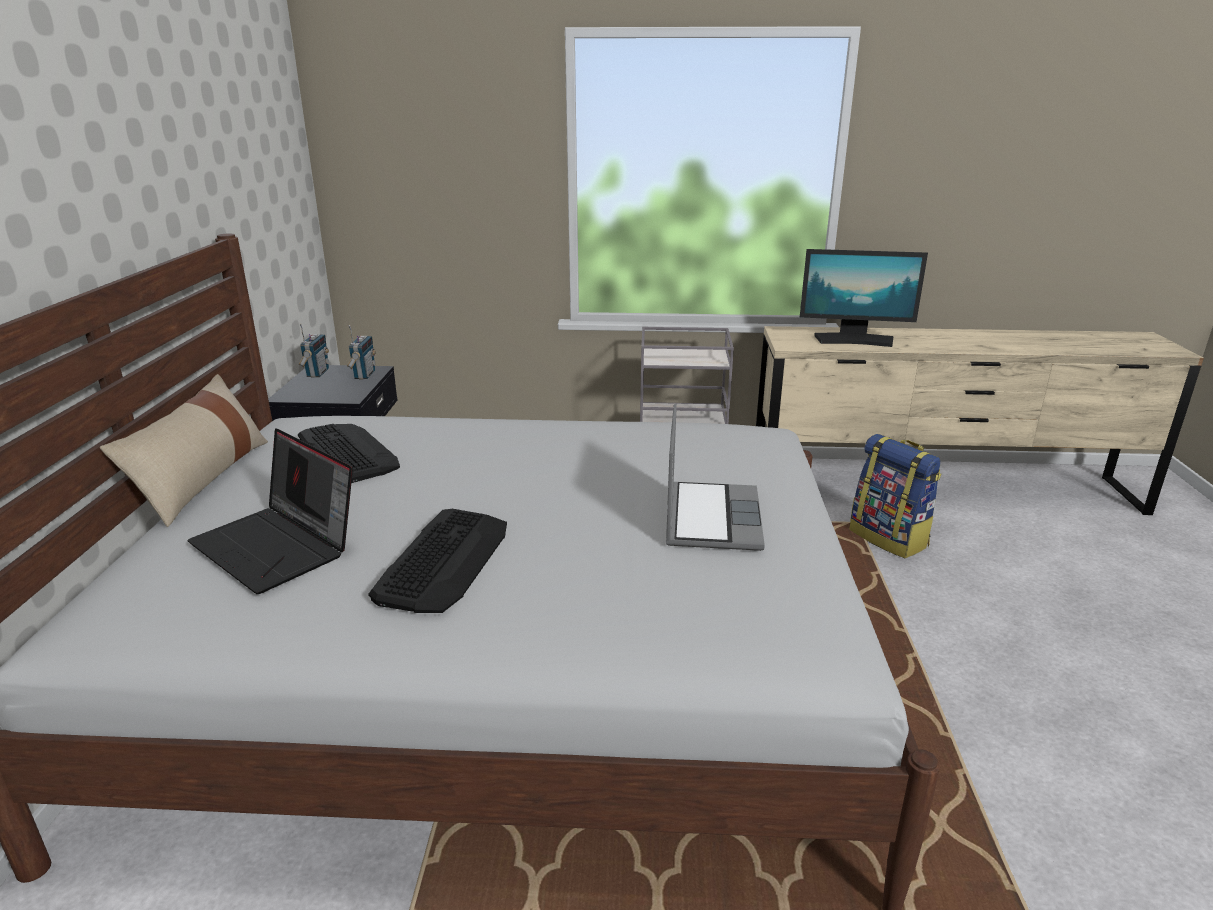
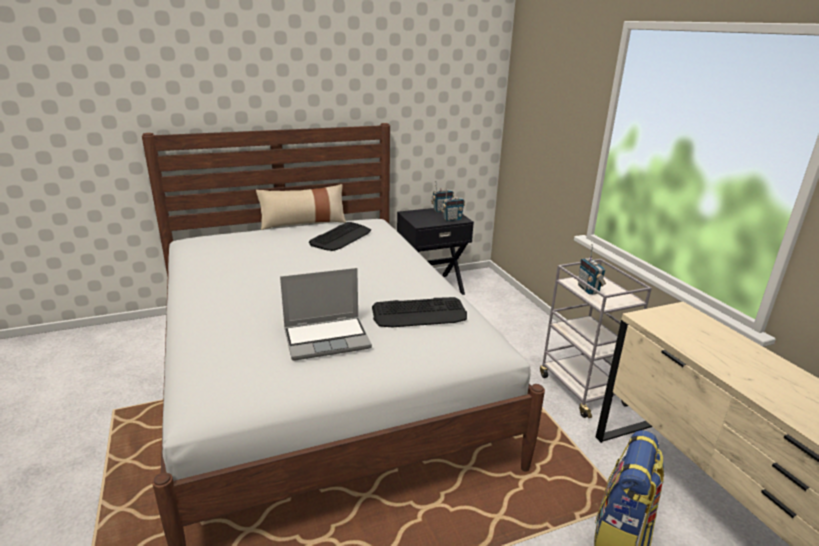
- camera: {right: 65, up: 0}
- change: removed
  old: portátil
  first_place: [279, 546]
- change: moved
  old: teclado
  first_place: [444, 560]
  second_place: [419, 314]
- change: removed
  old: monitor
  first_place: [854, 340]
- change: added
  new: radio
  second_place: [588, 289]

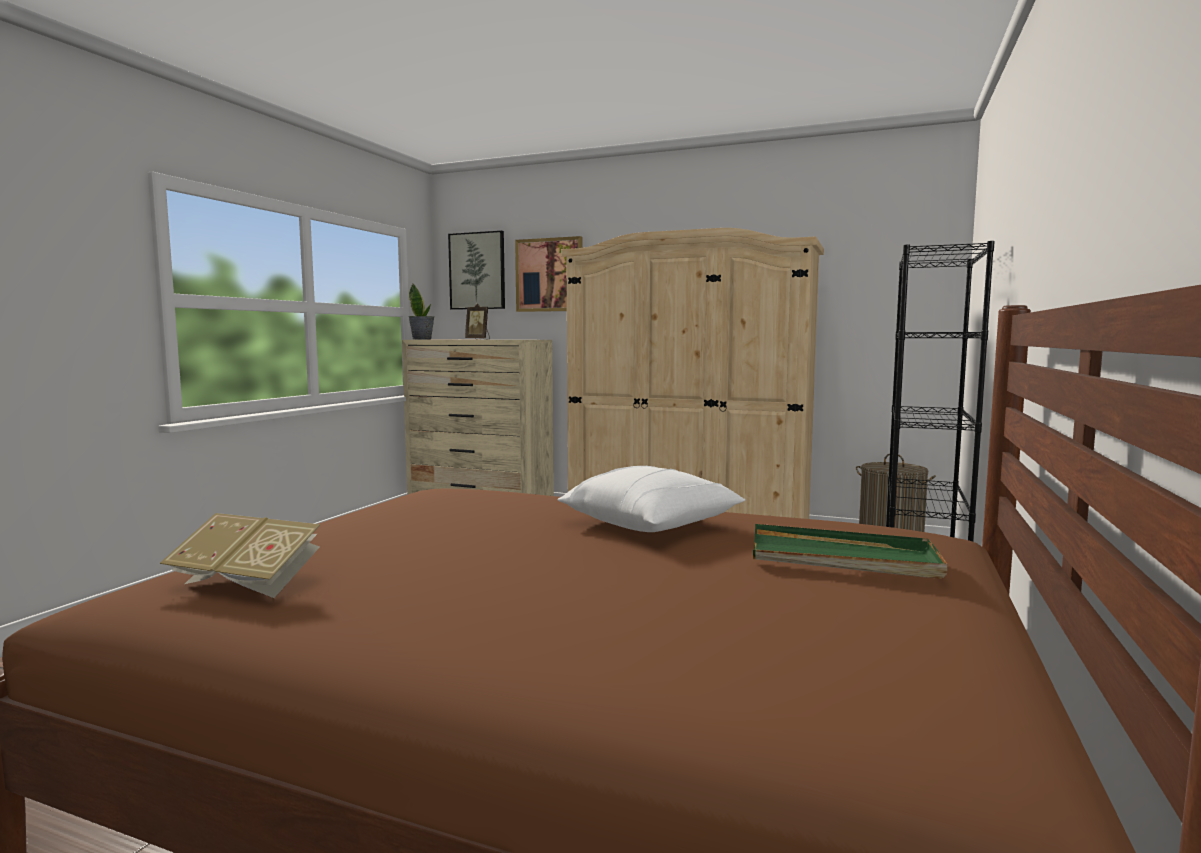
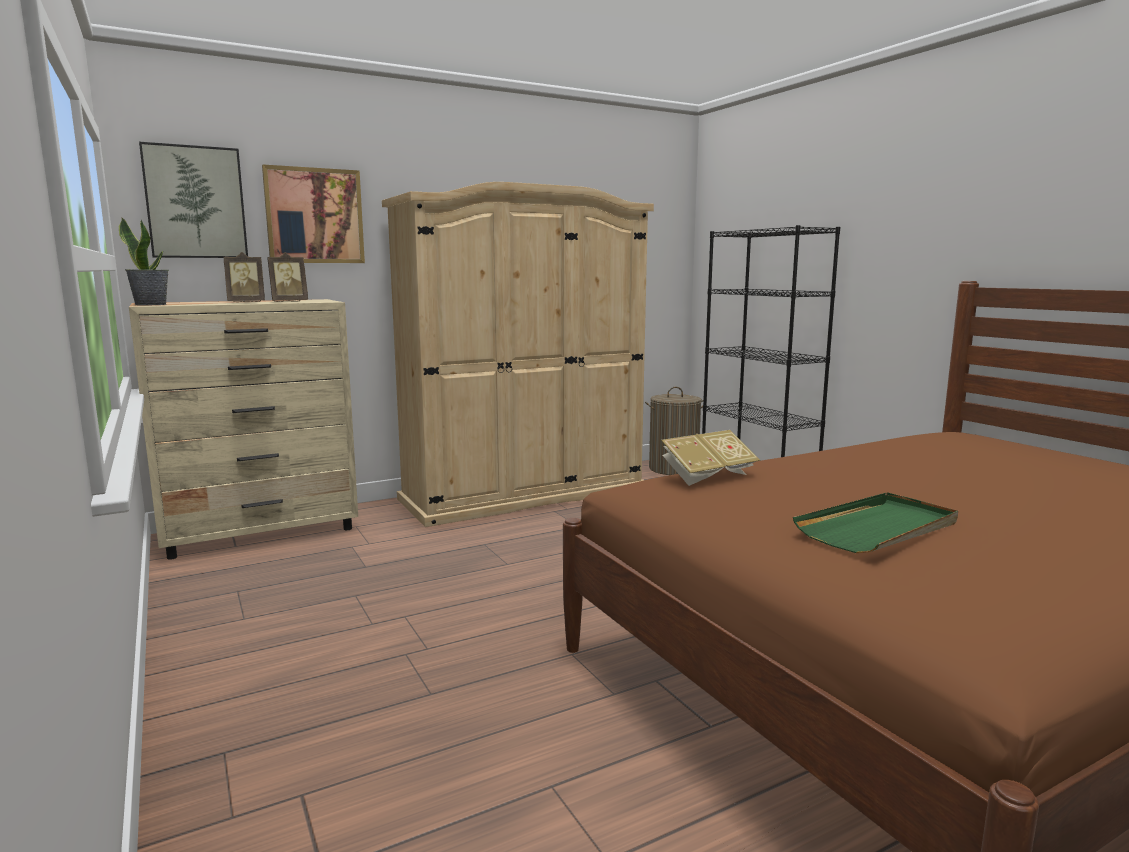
- camera: {right: -50, up: 5}
- change: moved
  old: libro
  first_place: [247, 583]
  second_place: [707, 476]
- change: removed
  old: cojín/blanco
  first_place: [651, 524]
- change: moved
  old: bandeja/verde
  first_place: [843, 558]
  second_place: [879, 528]
- change: added
  new: portarretratos
  second_place: [289, 302]

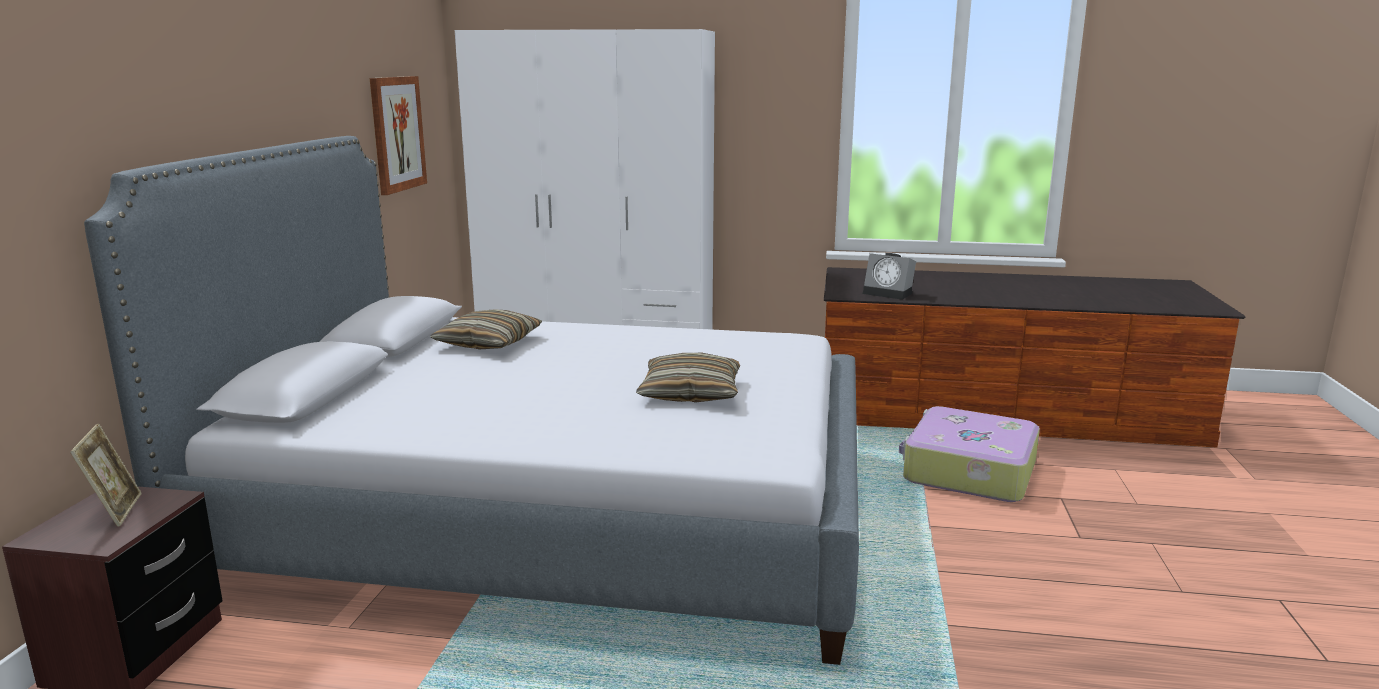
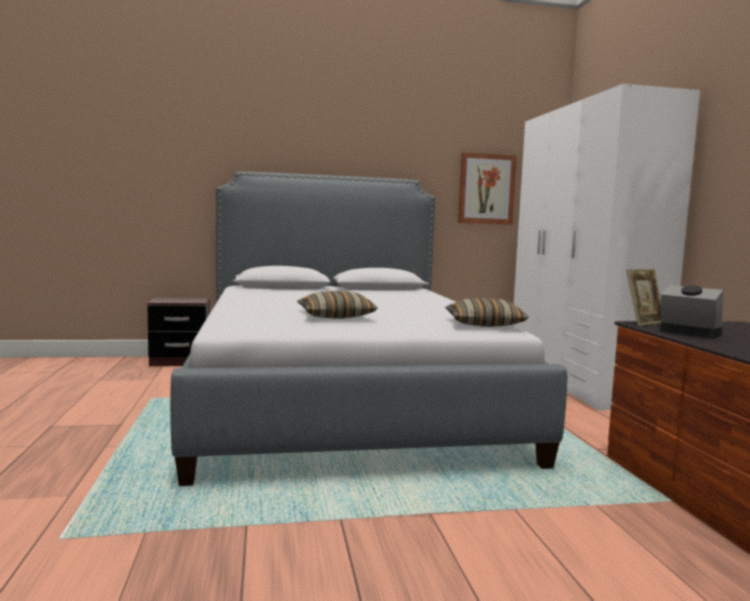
- camera: {right: 70, up: -10}
- change: moved
  old: portarretratos
  first_place: [115, 511]
  second_place: [643, 323]
- change: moved
  old: cojín
  first_place: [488, 343]
  second_place: [484, 324]
- change: turned
  old: despertador
  first_place: [889, 293]
  second_place: [687, 333]
  degrees: 120
- change: removed
  old: maleta
  first_place: [968, 471]

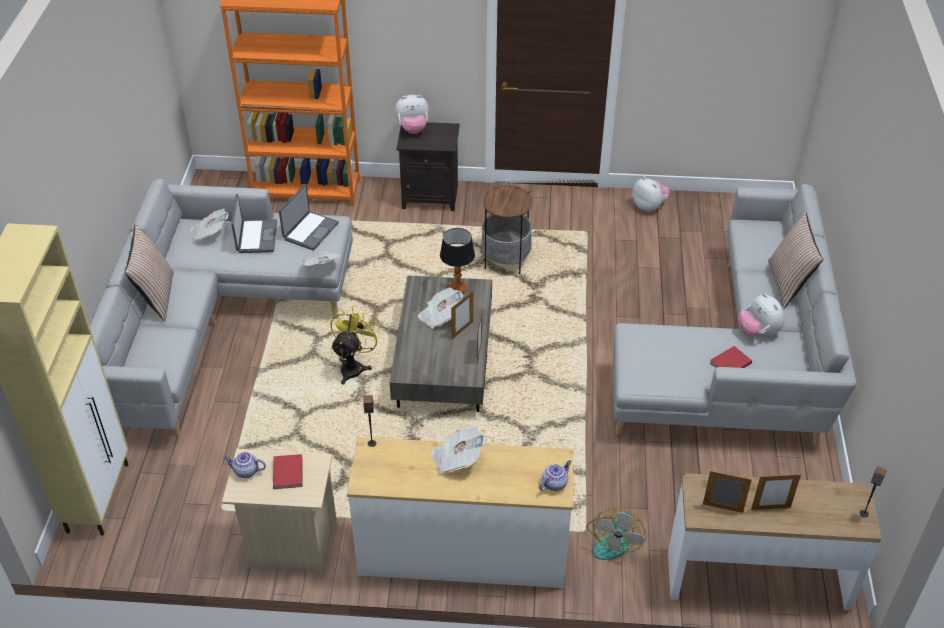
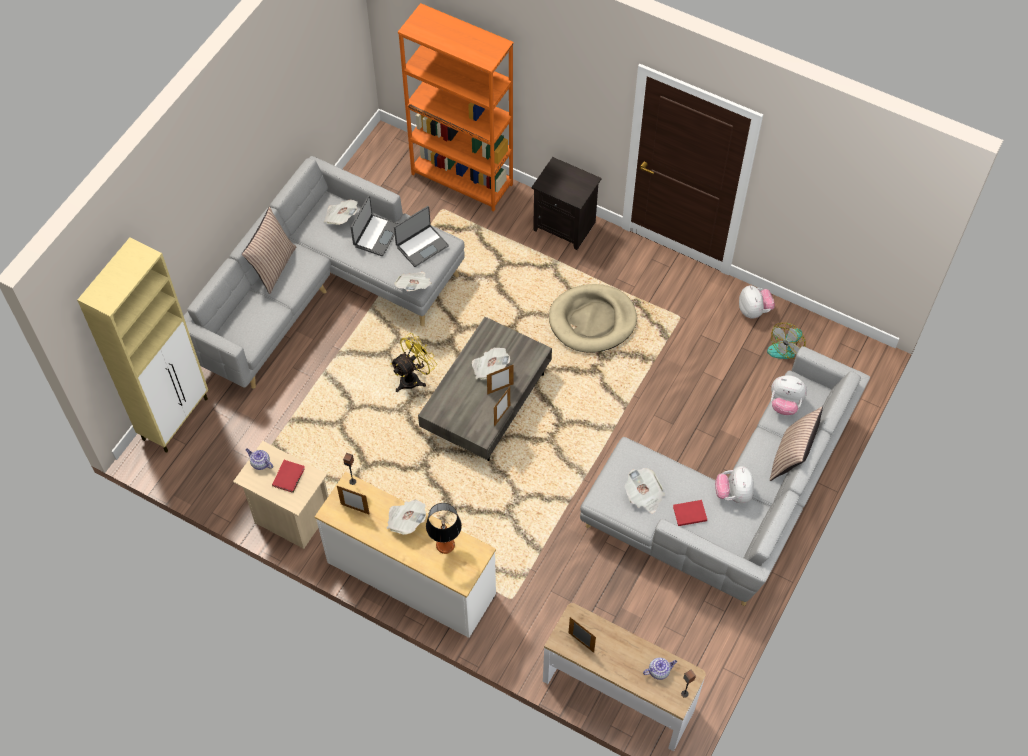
- camera: {right: 25, up: 15}
- change: moved
  old: peluche
  first_place: [413, 129]
  second_place: [785, 403]
- change: moved
  old: lámpara de mesa
  first_place: [457, 288]
  second_place: [445, 545]
- change: replaced
  old: mesa auxiliar
  new: cama para perro/beis
  first_place: [506, 260]
  second_place: [592, 320]
- change: moved
  old: tetera
  first_place: [554, 483]
  second_place: [659, 671]
- change: moved
  old: ventilador
  first_place: [613, 540]
  second_place: [786, 346]
- change: moved
  old: portarretratos
  first_place: [770, 508]
  second_place: [355, 509]
- change: added
  new: periódico
  second_place: [644, 495]

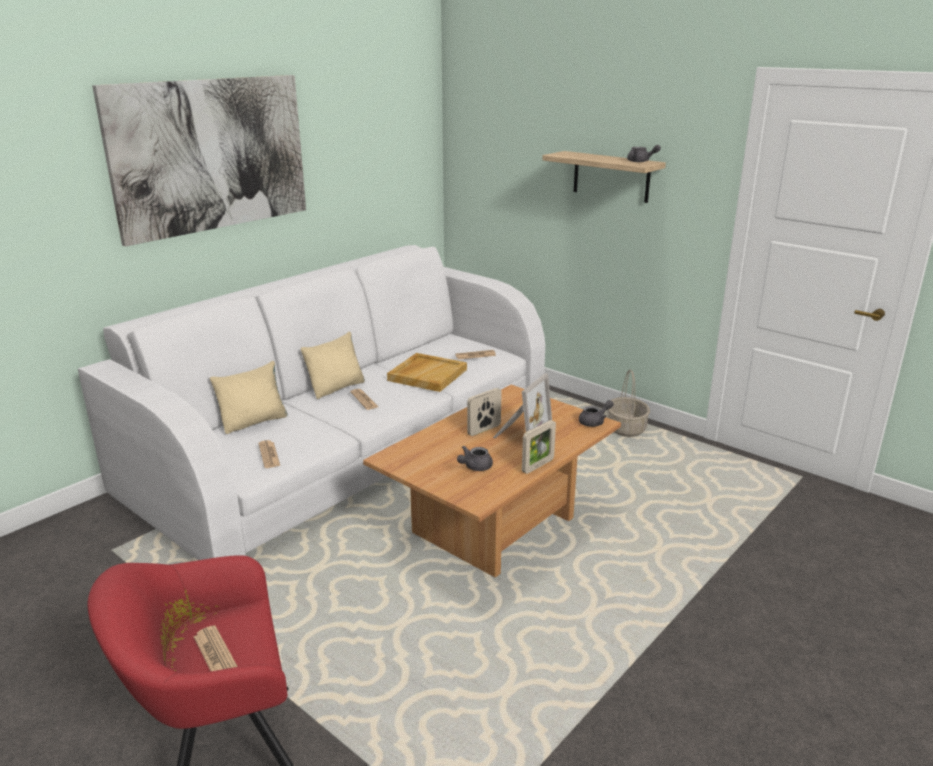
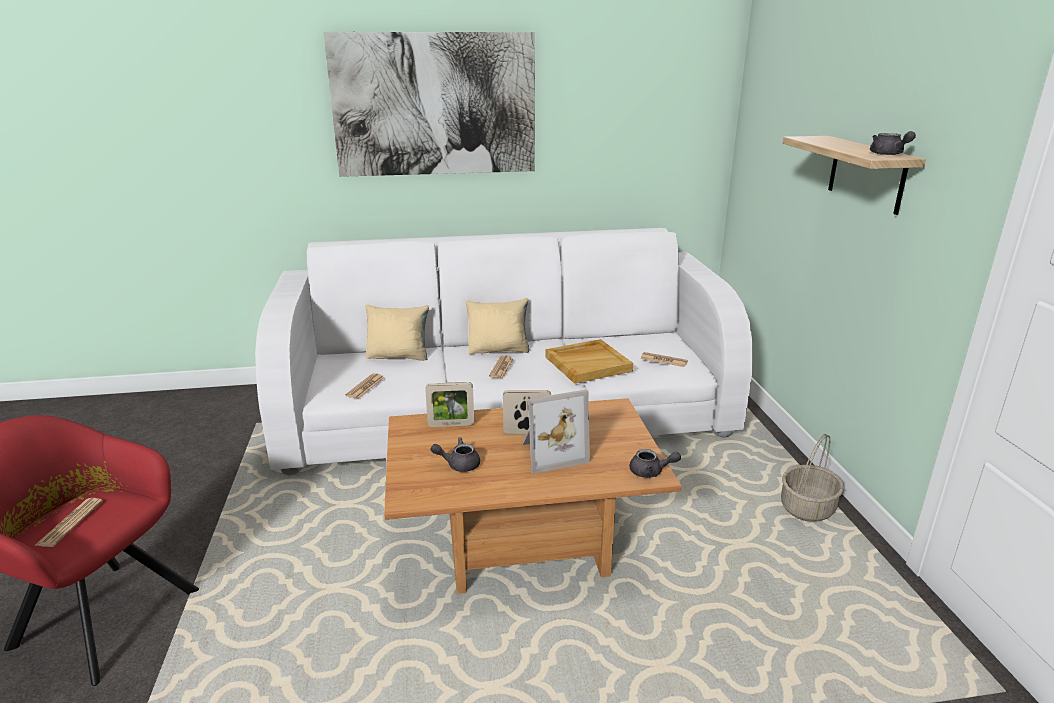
- camera: {right: 40, up: 0}
- change: moved
  old: portarretratos
  first_place: [538, 466]
  second_place: [451, 425]

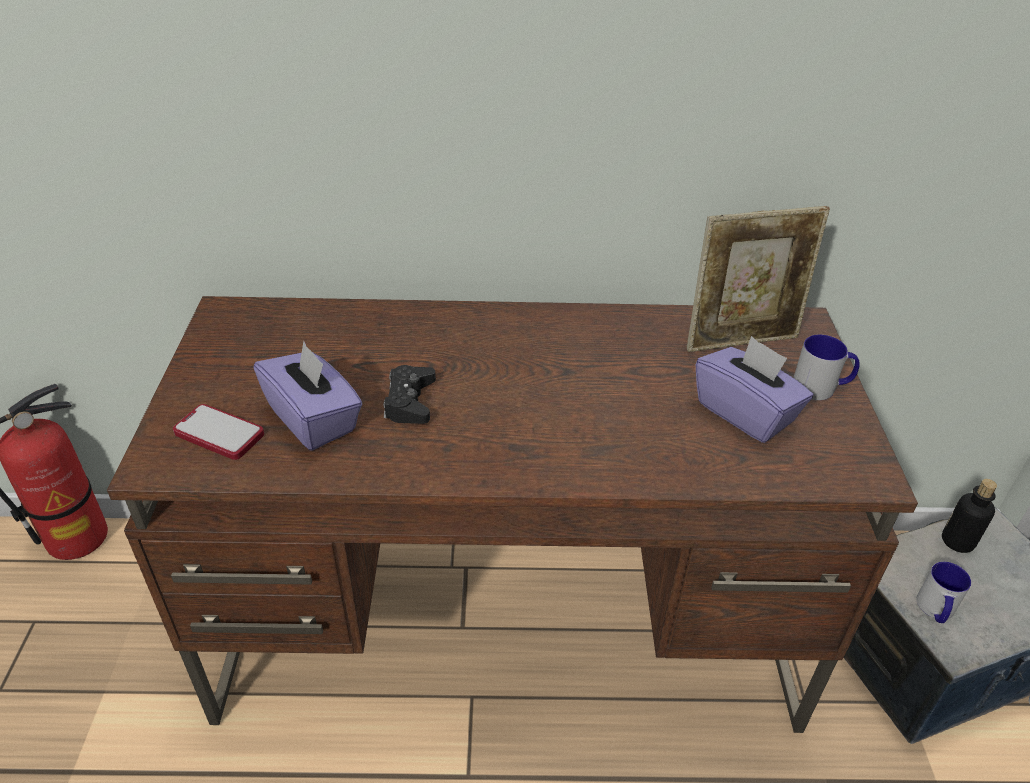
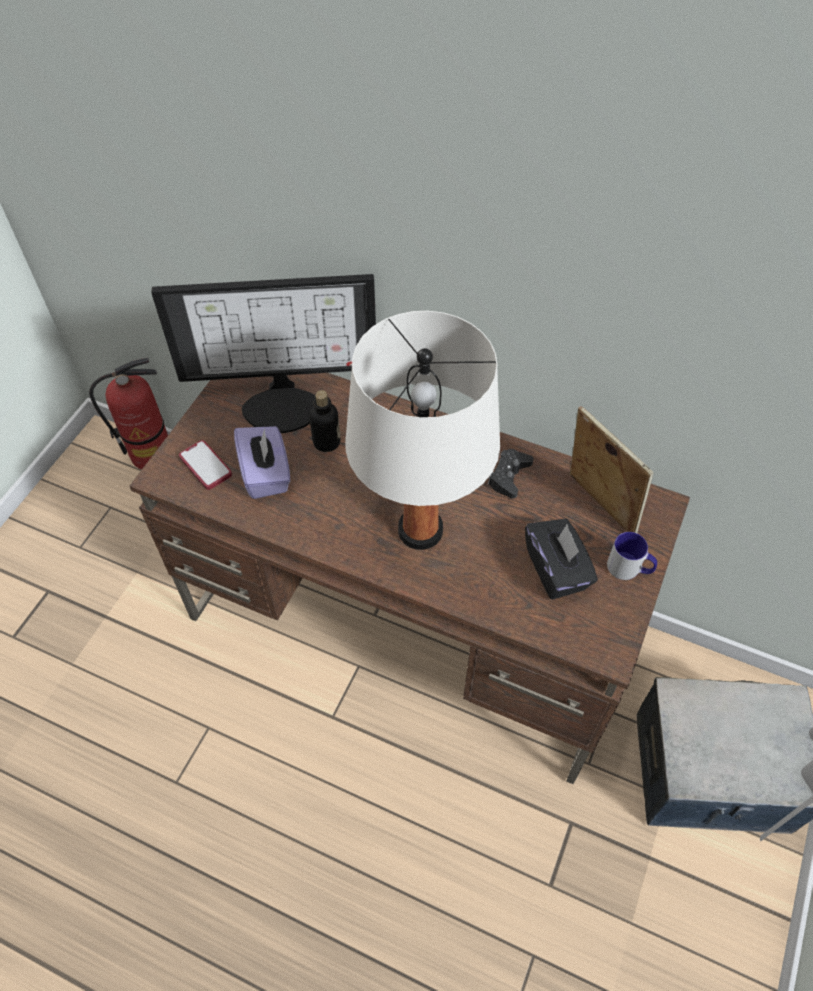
- camera: {right: 25, up: 15}
- change: moved
  old: mando de consola/negro
  first_place: [410, 401]
  second_place: [509, 476]
- change: turned
  old: portarretratos
  first_place: [741, 340]
  second_place: [597, 506]
  degrees: -135
- change: recoloured
  old: caja de pañuelos/morado
  new: caja de pañuelos/negro
  first_place: [745, 412]
  second_place: [556, 570]
- change: removed
  old: taza grande
  first_place: [935, 610]
- change: moved
  old: botella
  first_place: [957, 541]
  second_place: [326, 442]
- change: added
  new: monitor
  second_place: [283, 402]
- change: added
  new: lámpara de mesa/blanco
  second_place: [420, 530]

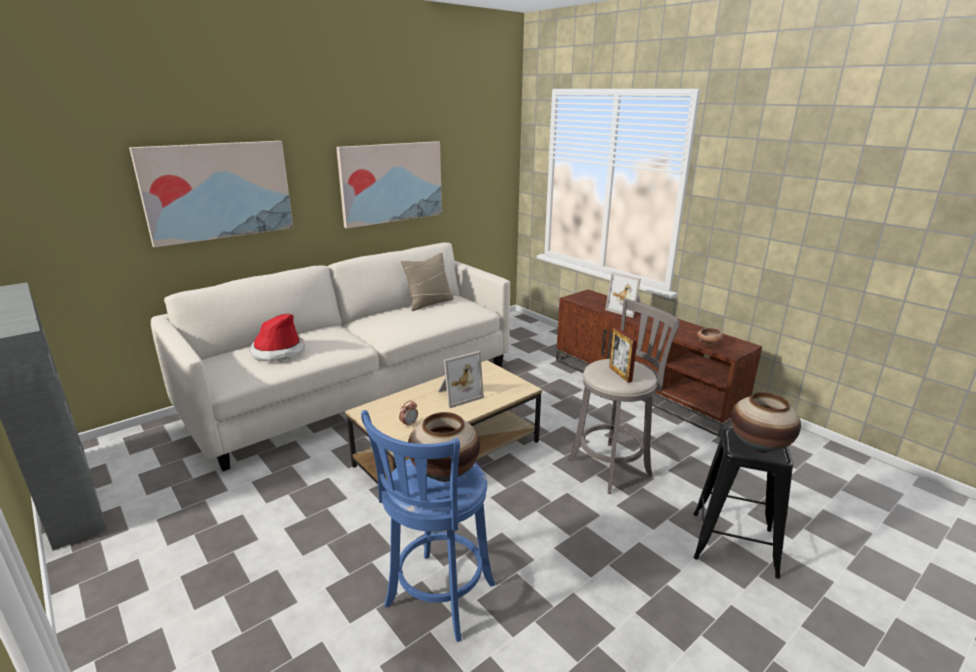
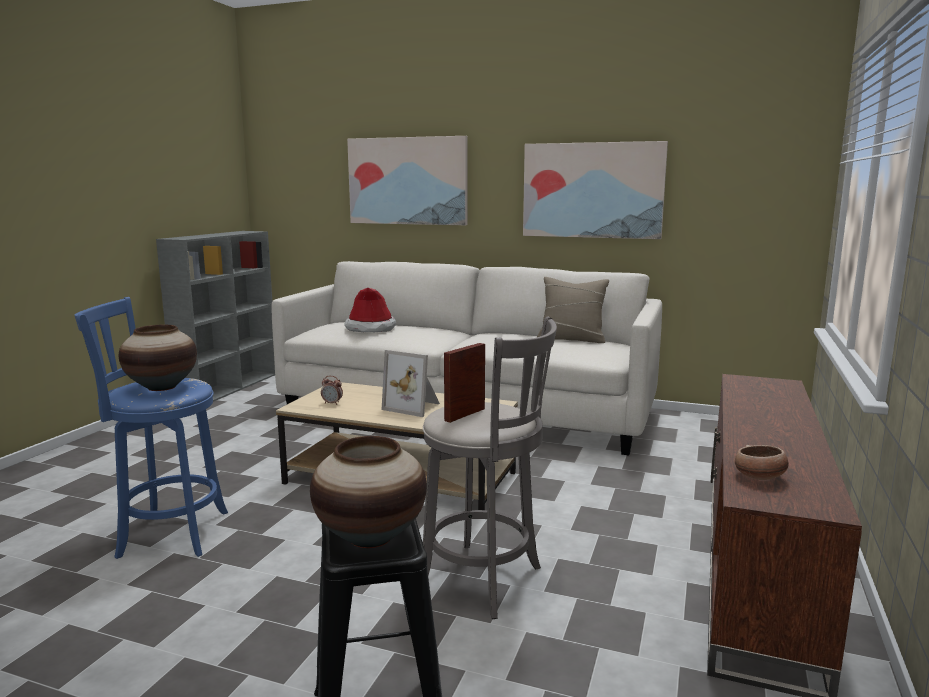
- camera: {right: 60, up: -10}
- change: removed
  old: portarretratos
  first_place: [626, 310]

